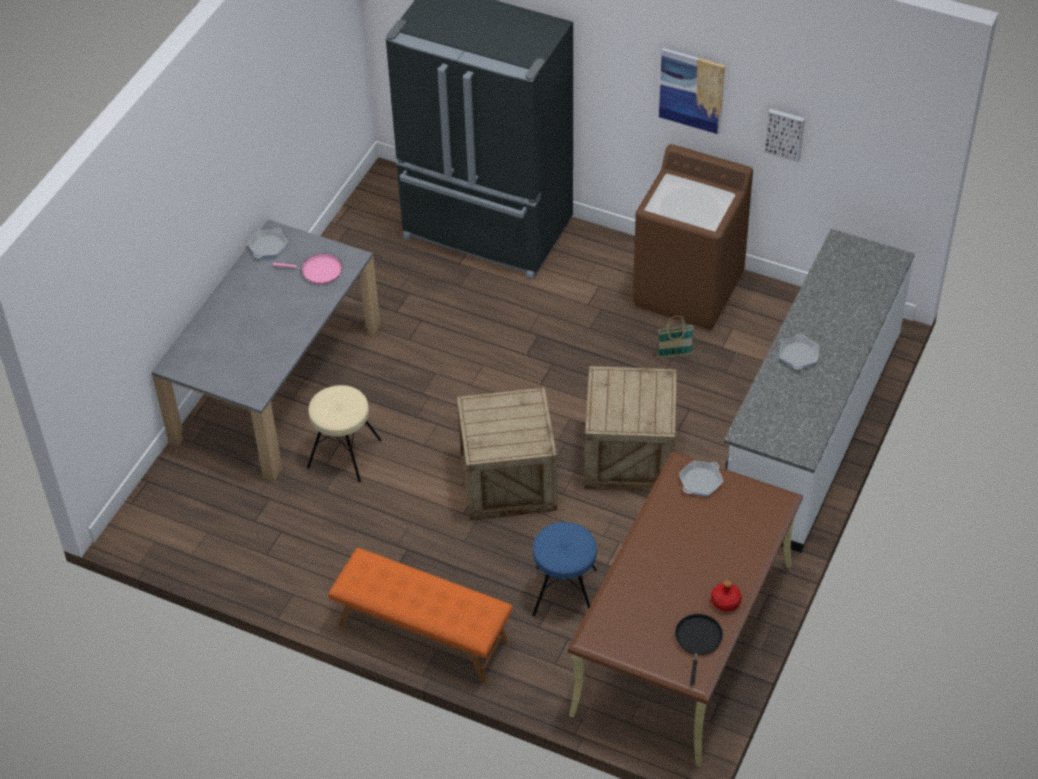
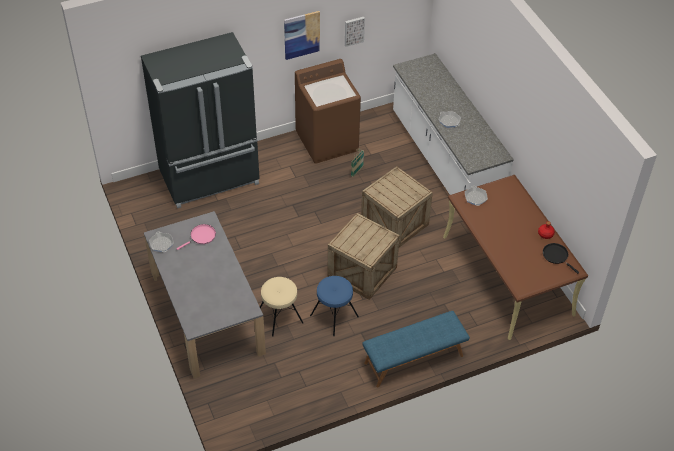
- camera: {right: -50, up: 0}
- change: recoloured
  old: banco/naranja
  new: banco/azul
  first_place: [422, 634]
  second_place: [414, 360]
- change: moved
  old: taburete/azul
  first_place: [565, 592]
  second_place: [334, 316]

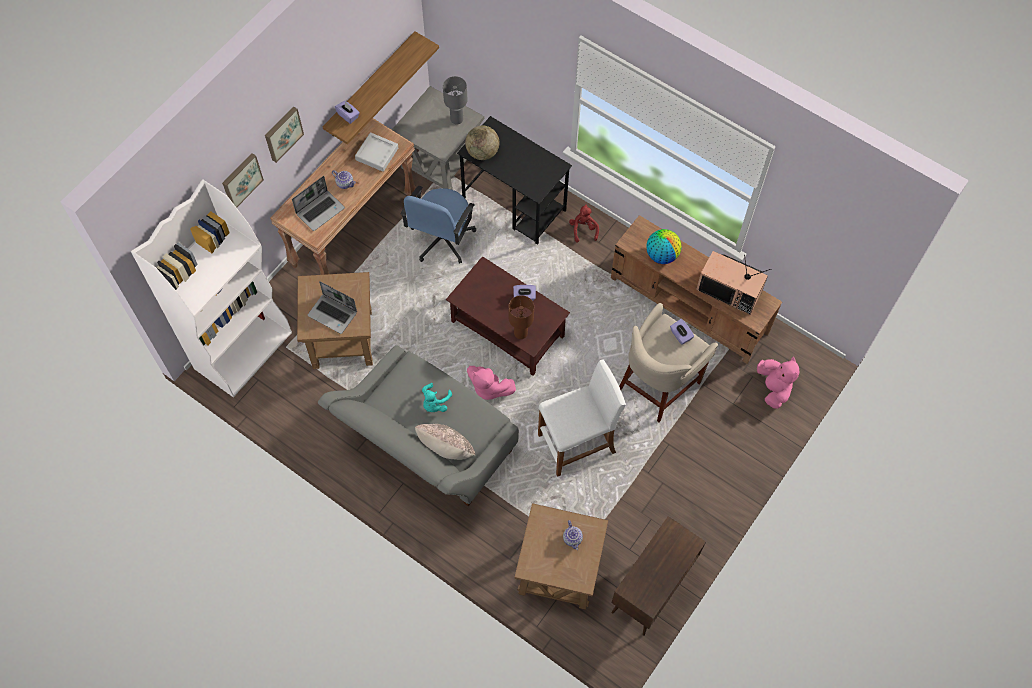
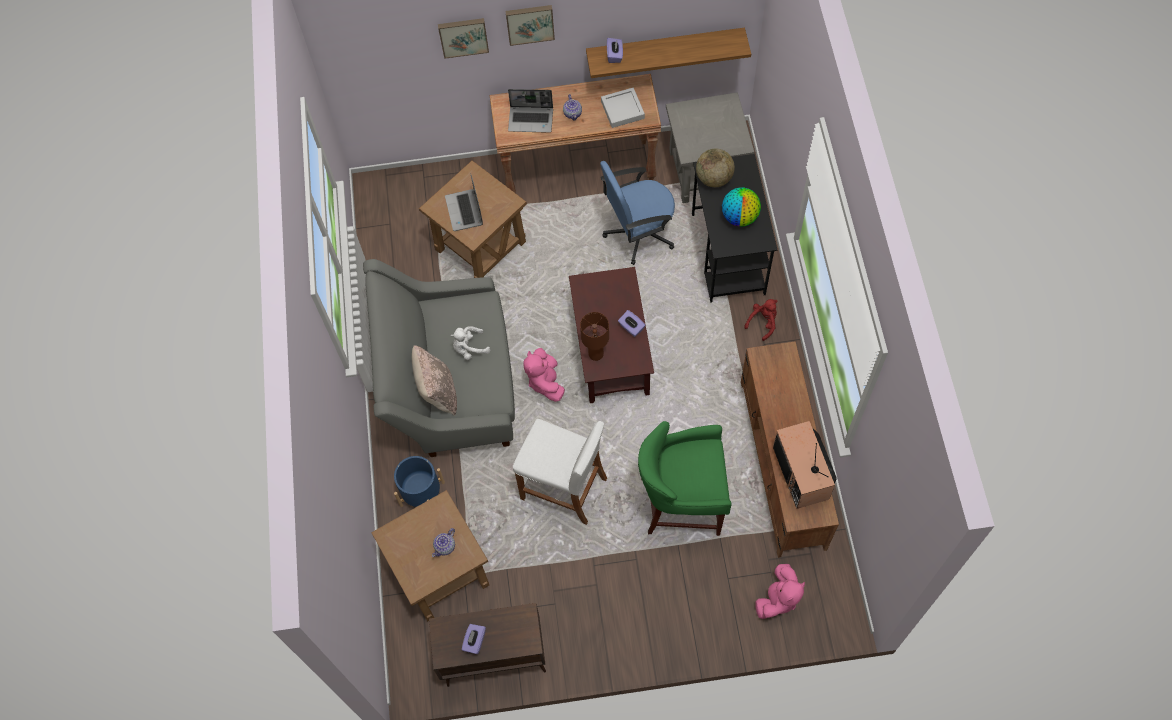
- camera: {right: 50, up: 0}
- change: removed
  old: estantería/blanco
  first_place: [243, 349]
- change: recoloured
  old: peluche/turquesa
  new: peluche/blanco
  first_place: [435, 403]
  second_place: [469, 348]
- change: removed
  old: lámpara de mesa/gris
  first_place: [456, 119]
- change: recoloured
  old: taburete/beis
  new: taburete/verde
  first_place: [658, 385]
  second_place: [682, 504]
- change: moved
  old: globo terráqueo
  first_place: [662, 255]
  second_place: [740, 217]
- change: moved
  old: caja de pañuelos/morado
  first_place: [680, 335]
  second_place: [474, 641]
- change: added
  new: maceta/azul
  second_place: [422, 494]

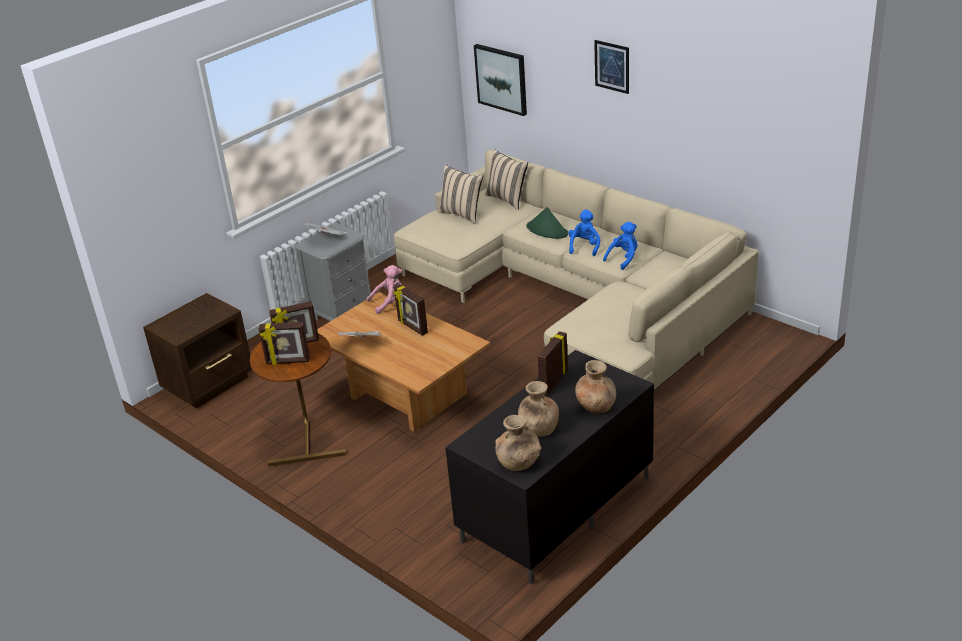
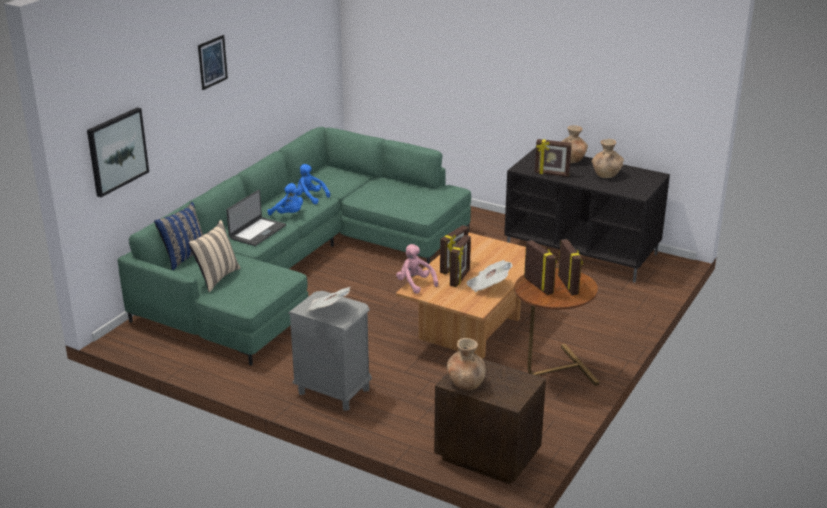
- camera: {right: -105, up: -5}
- change: recoloured
  old: sofá/beis
  new: sofá/verde
  first_place: [576, 300]
  second_place: [300, 264]
- change: recoloured
  old: cojín/beis
  new: cojín/azul
  first_place: [508, 199]
  second_place: [184, 257]
- change: moved
  old: florero/marrón
  first_place: [518, 463]
  second_place: [466, 383]
- change: replaced
  old: sombrero/verde
  new: portátil
  first_place: [547, 230]
  second_place: [257, 232]
- change: turned
  old: peluche/azul
  first_place: [584, 247]
  second_place: [288, 214]
  degrees: -150
- change: added
  new: portarretratos
  second_place: [460, 278]

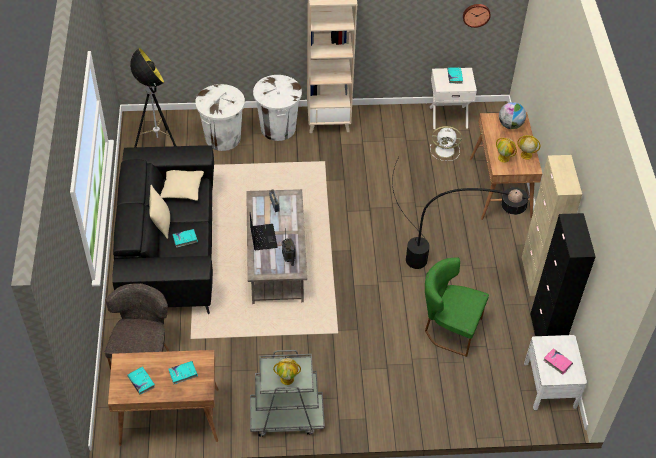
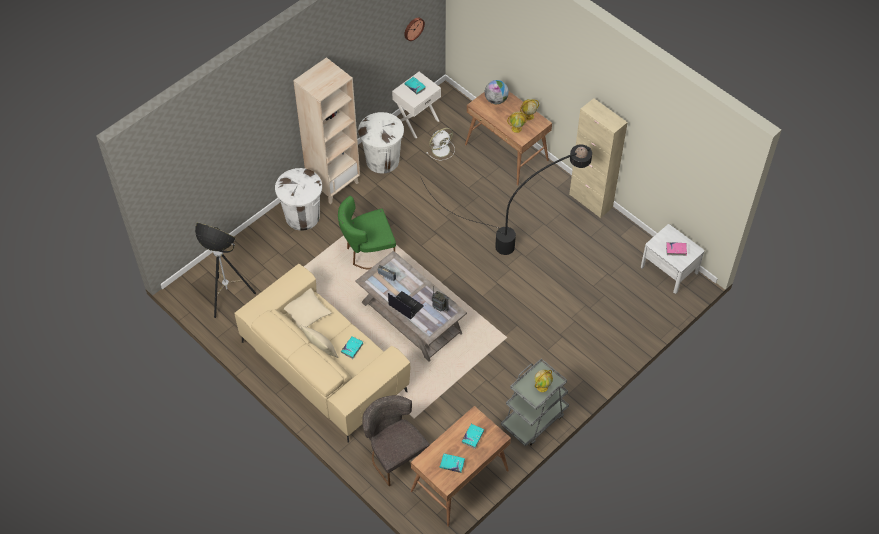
- camera: {right: -40, up: 5}
- change: recoloured
  old: sofá/negro
  new: sofá/beis
  first_place: [169, 247]
  second_place: [324, 365]
- change: moved
  old: papelera/blanco
  first_place: [223, 138]
  second_place: [382, 160]
- change: moved
  old: silla/verde
  first_place: [449, 328]
  second_place: [367, 252]
- change: removed
  old: armario/negro
  first_place: [545, 334]

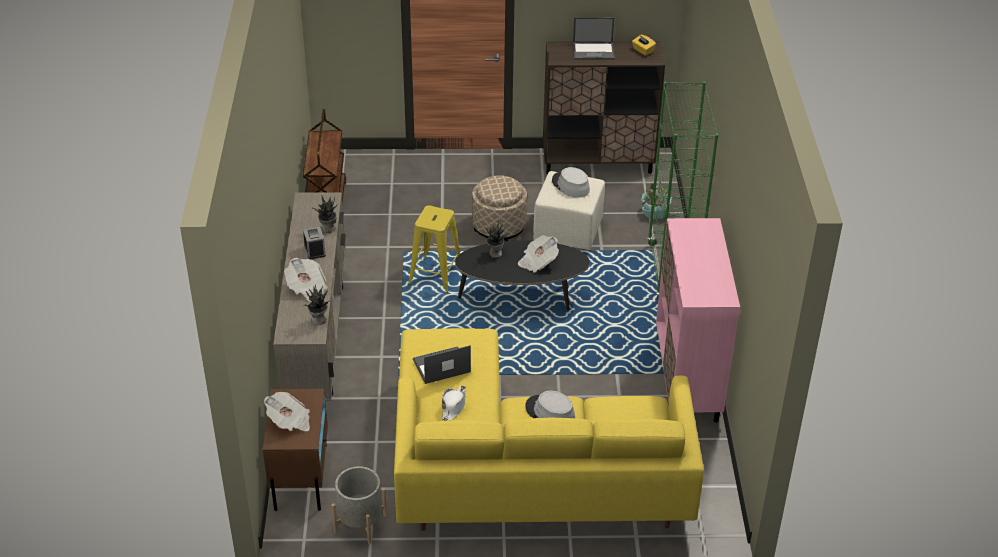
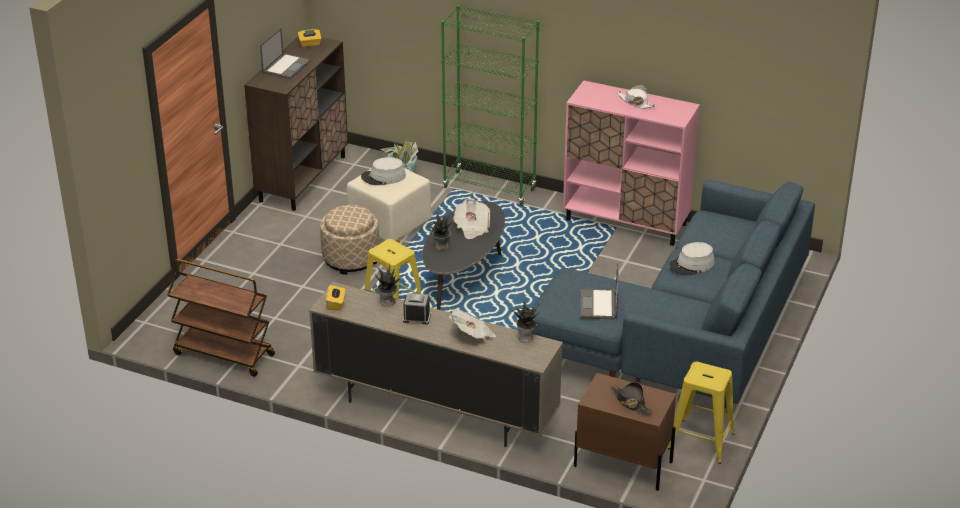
- camera: {right: -65, up: -5}
- change: replaced
  old: periódico
  new: sombrero/negro
  first_place: [289, 421]
  second_place: [630, 402]
- change: replaced
  old: maceta/gris
  new: taburete/amarillo
  first_place: [360, 523]
  second_place: [701, 441]
- change: recoloured
  old: sofá/amarillo
  new: sofá/azul
  first_place: [521, 472]
  second_place: [687, 336]
- change: moved
  old: sombrero/blanco
  first_place: [454, 406]
  second_place: [636, 102]
- change: added
  new: caja de pañuelos/amarillo
  second_place: [336, 304]

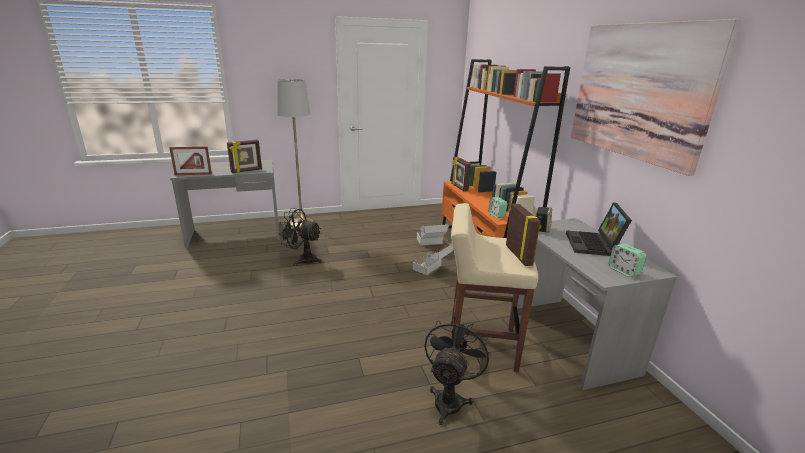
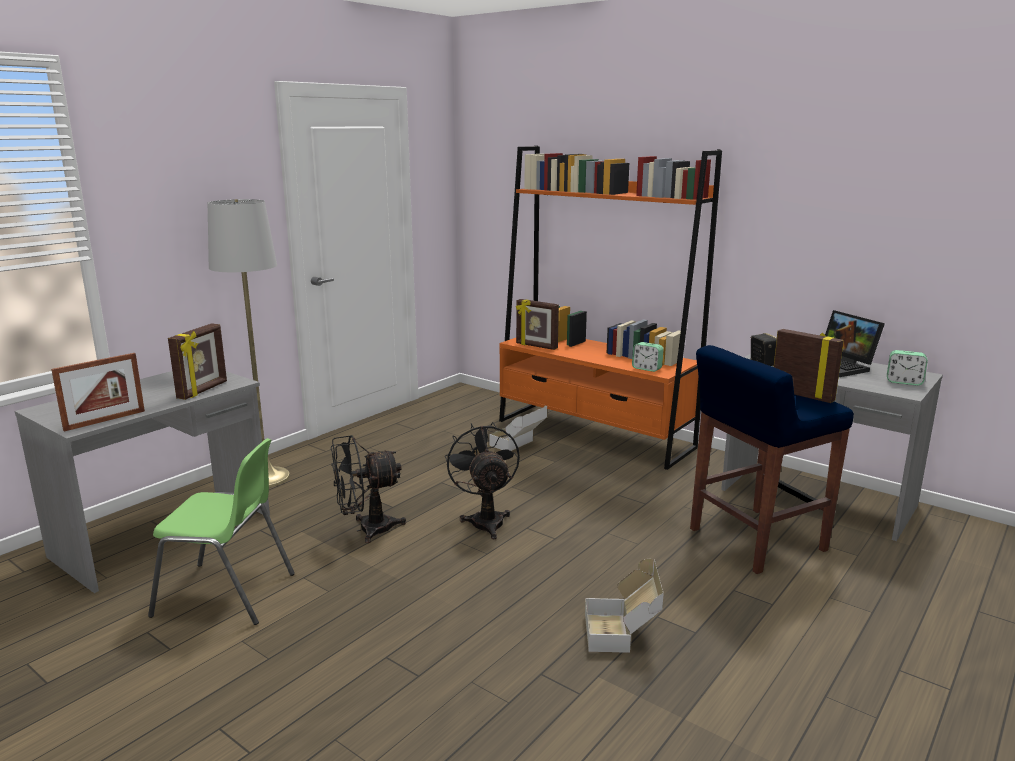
- camera: {right: -35, up: -5}
- change: moved
  old: caja de cartón
  first_place: [432, 270]
  second_place: [623, 633]
- change: moved
  old: ventilador/negro
  first_place: [450, 399]
  second_place: [485, 520]
- change: recoloured
  old: taburete/beis
  new: taburete/azul
  first_place: [480, 345]
  second_place: [754, 540]
- change: removed
  old: cuadro
  first_place: [639, 92]
- change: added
  new: silla/verde
  second_place: [227, 594]

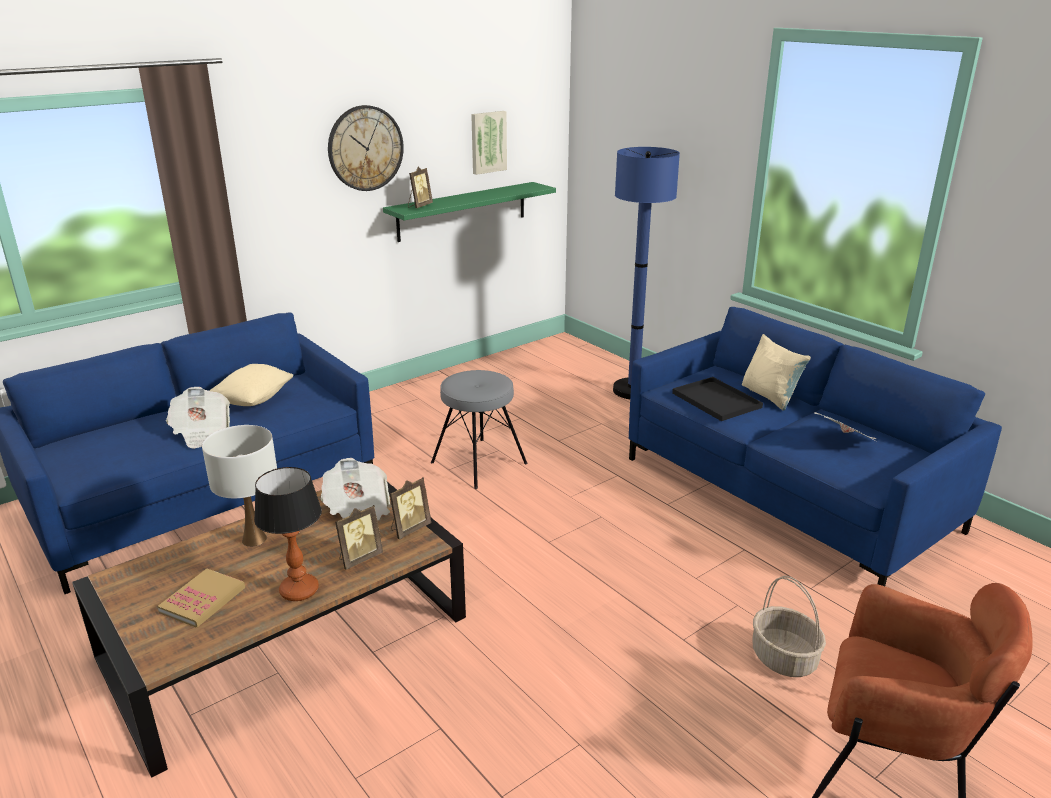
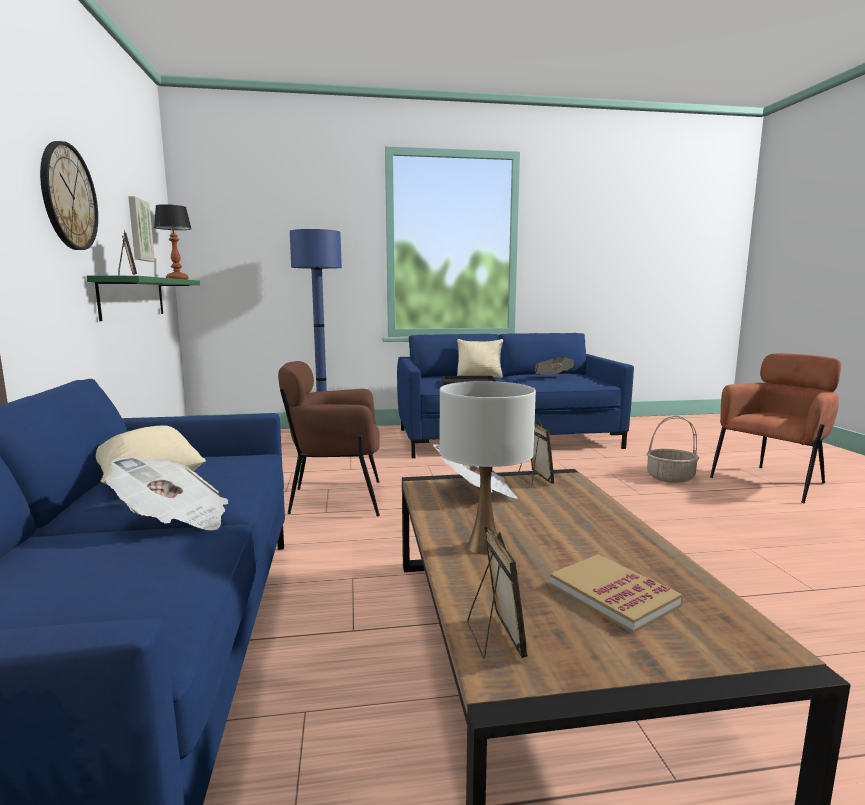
- camera: {right: -60, up: -15}
- change: moved
  old: lámpara de mesa
  first_place: [299, 591]
  second_place: [177, 279]
- change: moved
  old: portarretratos
  first_place: [359, 558]
  second_place: [494, 638]
- change: replaced
  old: taburete/gris
  new: sillón/marrón
  first_place: [479, 463]
  second_place: [336, 499]

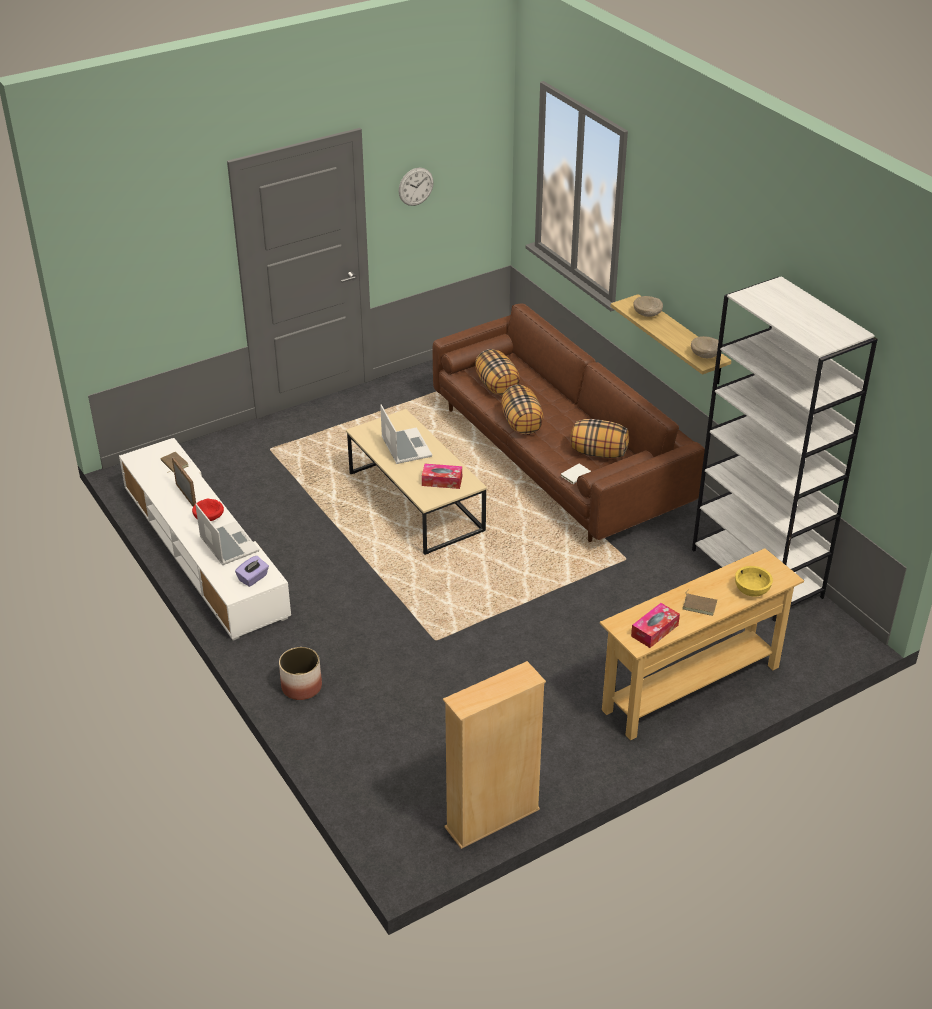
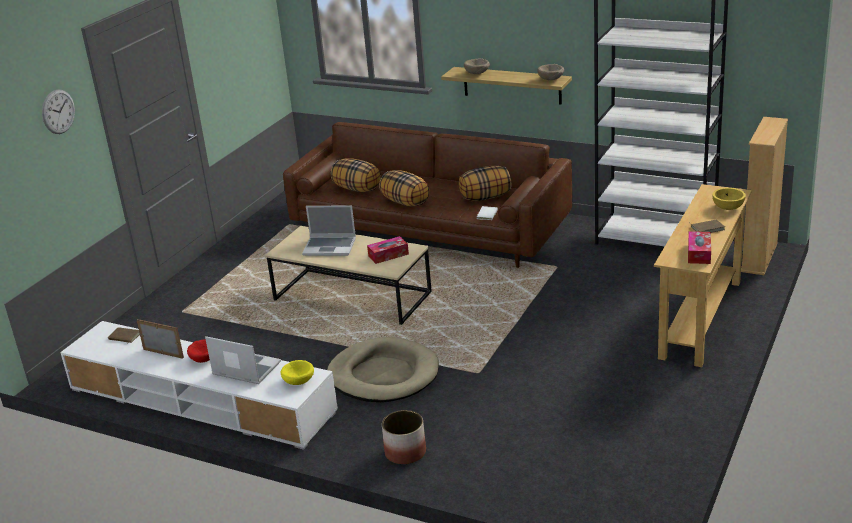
- camera: {right: -30, up: -10}
- change: replaced
  old: caja de pañuelos/morado
  new: cuenco/amarillo
  first_place: [253, 578]
  second_place: [298, 381]
- change: turned
  old: portátil
  first_place: [405, 447]
  second_place: [330, 247]
  degrees: 150
- change: moved
  old: reloj de pared
  first_place: [416, 186]
  second_place: [58, 111]
- change: moved
  old: estantería/beis
  first_place: [492, 819]
  second_place: [759, 257]
- change: added
  new: cama para perro/beis
  second_place: [383, 375]

